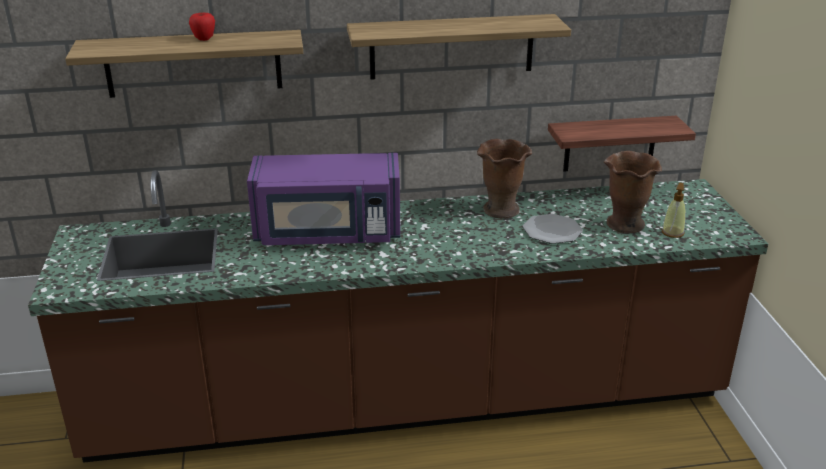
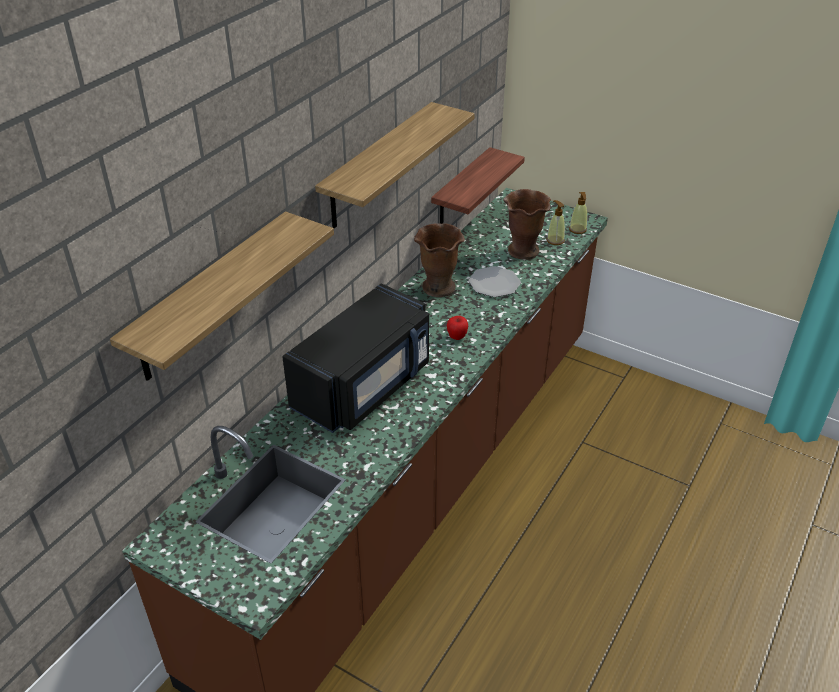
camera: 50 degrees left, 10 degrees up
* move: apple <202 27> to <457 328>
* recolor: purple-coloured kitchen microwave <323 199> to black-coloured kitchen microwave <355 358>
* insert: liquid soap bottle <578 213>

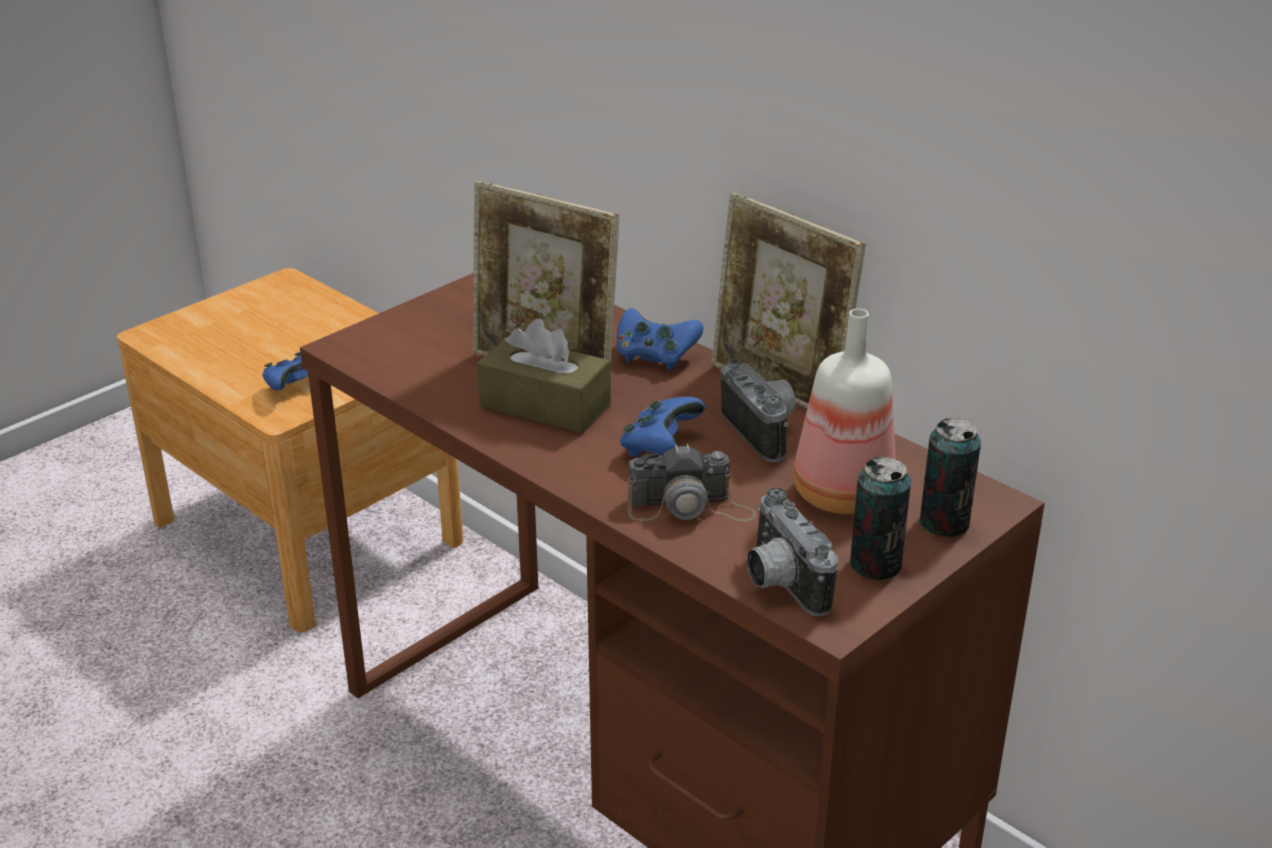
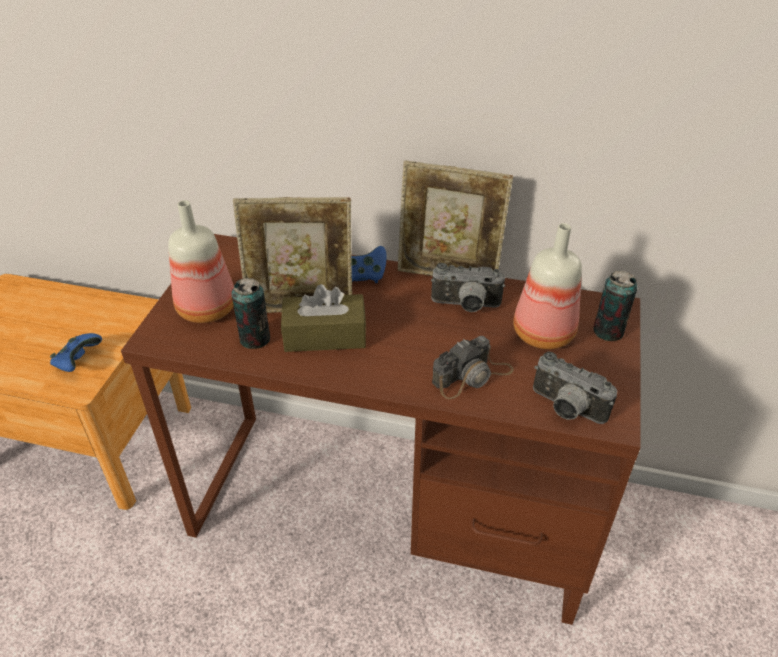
camera: 30 degrees left, 10 degrees up
* rotate: photo camera <758 410> = <468 287> 150 degrees clockwise
* delete: blue-coloured joypad <662 427>
* move: sealed can <880 518> to <250 313>
* insert: drink bottle <201 261>

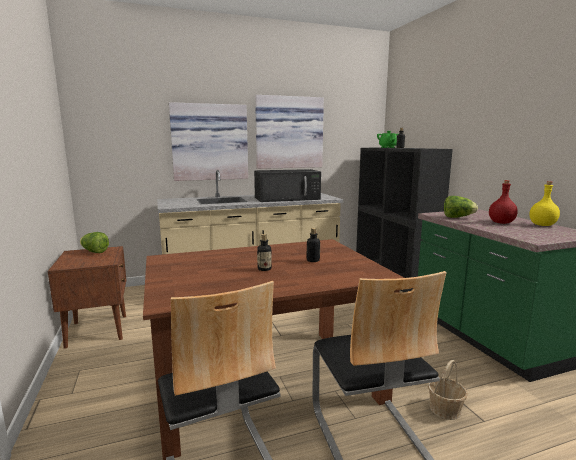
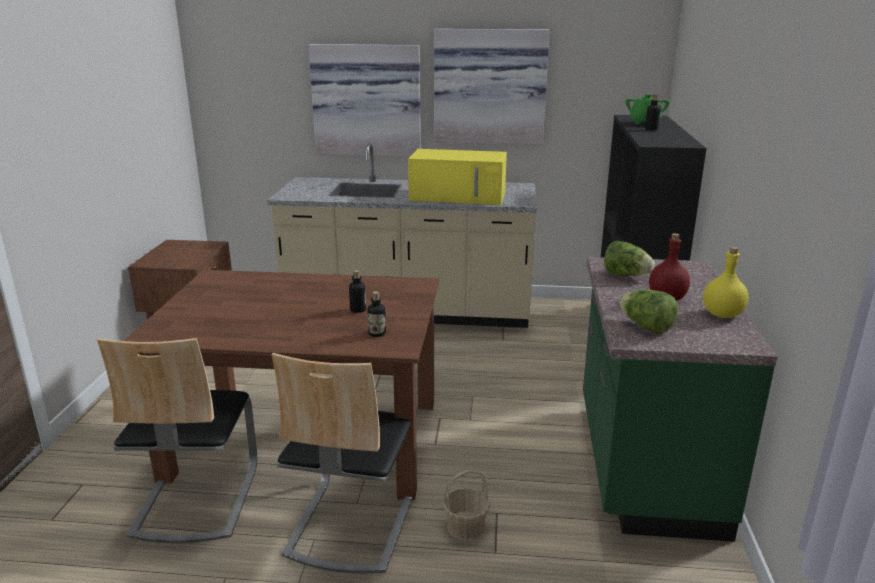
camera: 25 degrees right, 10 degrees up
* recolor: black-coloured kitchen microwave <287 185> to yellow-coloured kitchen microwave <457 177>
* move: head of lettuce <94 242> to <648 311>
* move: drink bottle <264 252> to <376 314>

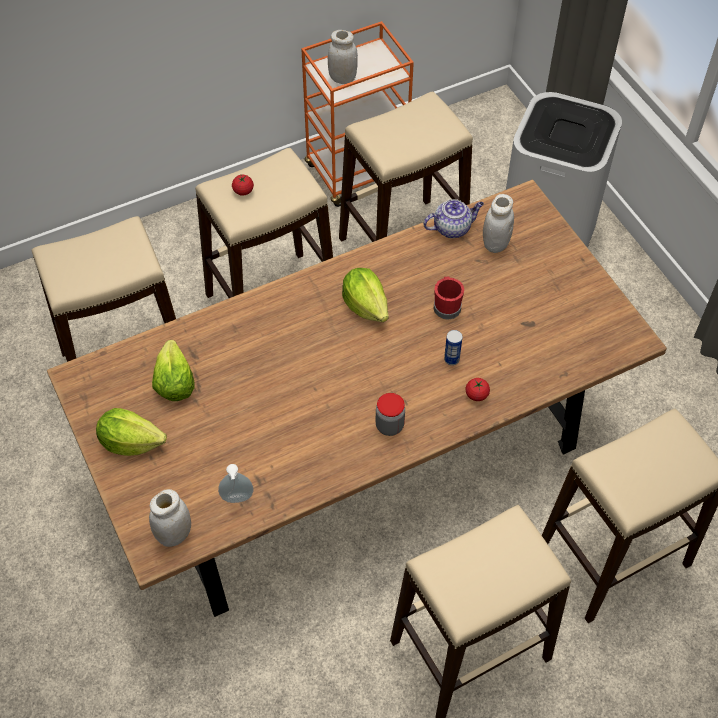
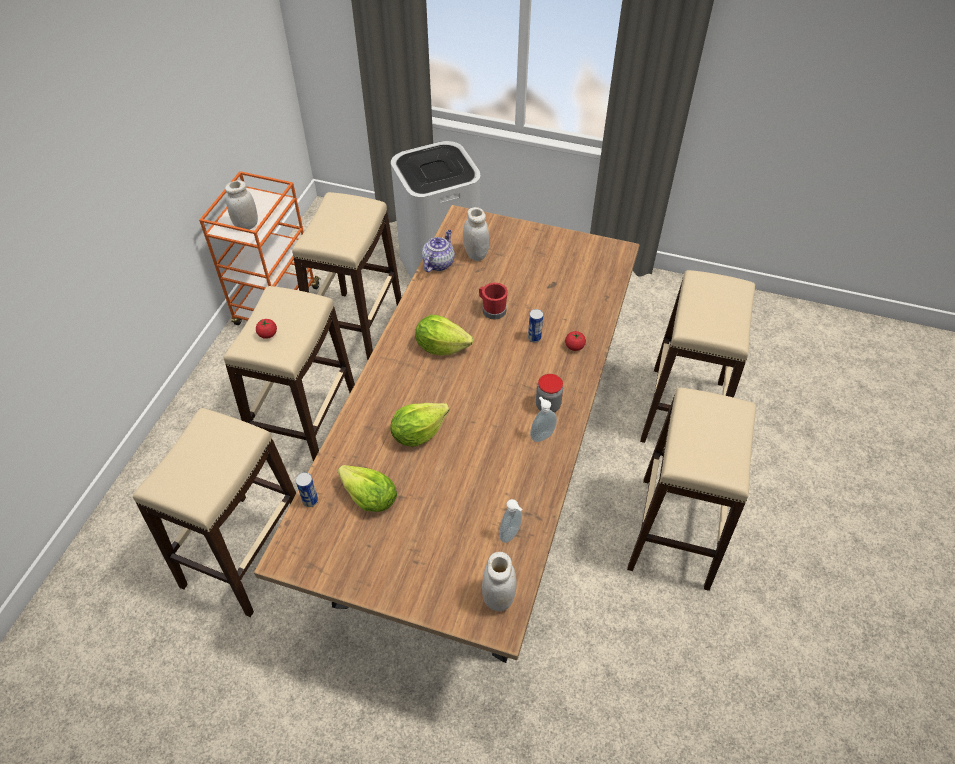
camera: 45 degrees left, 5 degrees down
* move: head of lettuce <131 432> to <419 425>
* insert: liquid soap bottle <543 419>
* insert: sealed can <307 489>

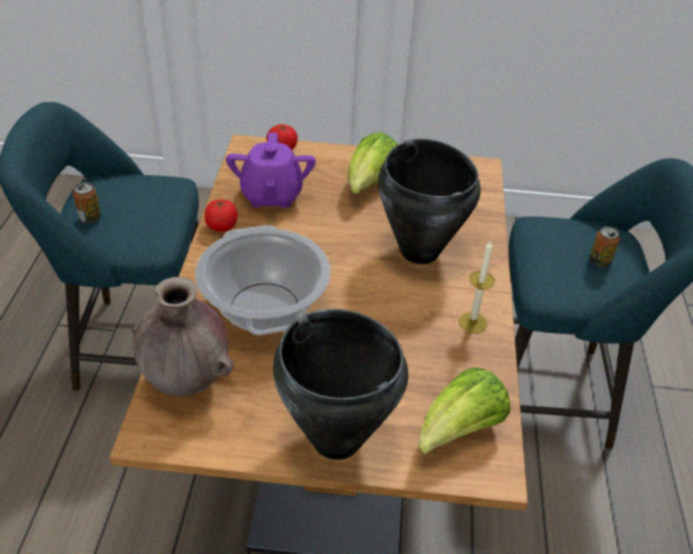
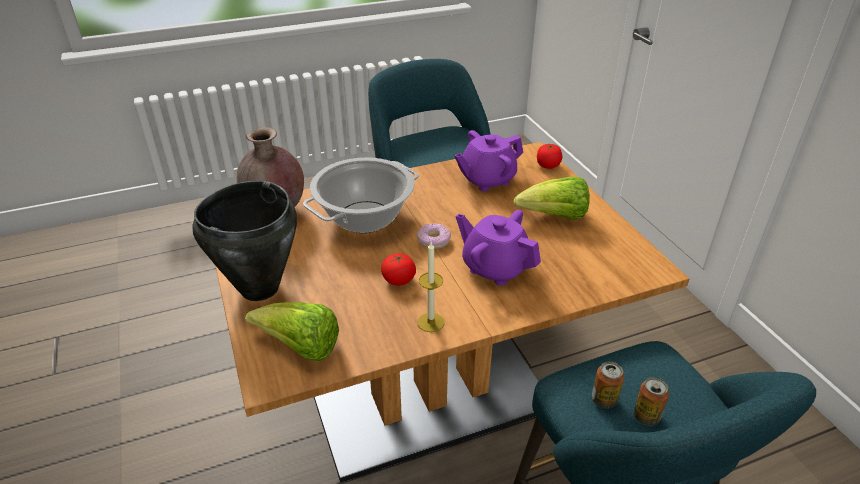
camera: 65 degrees right, 5 degrees down
* replace: black-coloured stockpot <429 201> to purple-coloured pot for tea <498 248>
* move: sealed can <87 202> to <608 385>
* move: tomato <221 215> to <398 269>
* insert: ring doughnut <434 236>

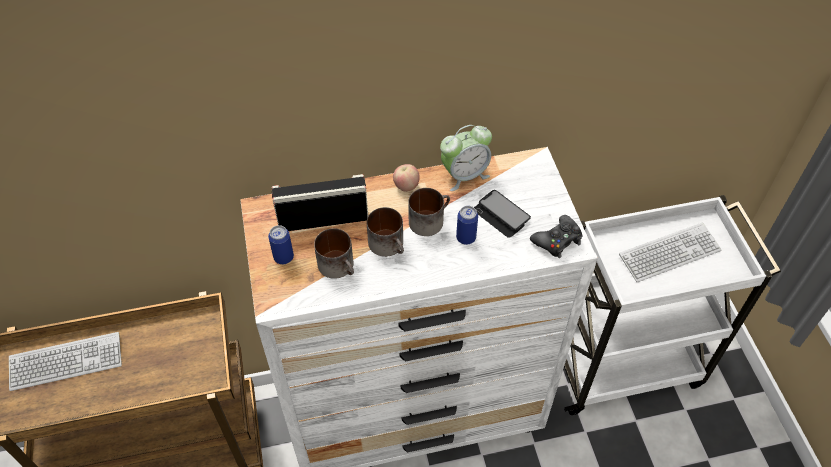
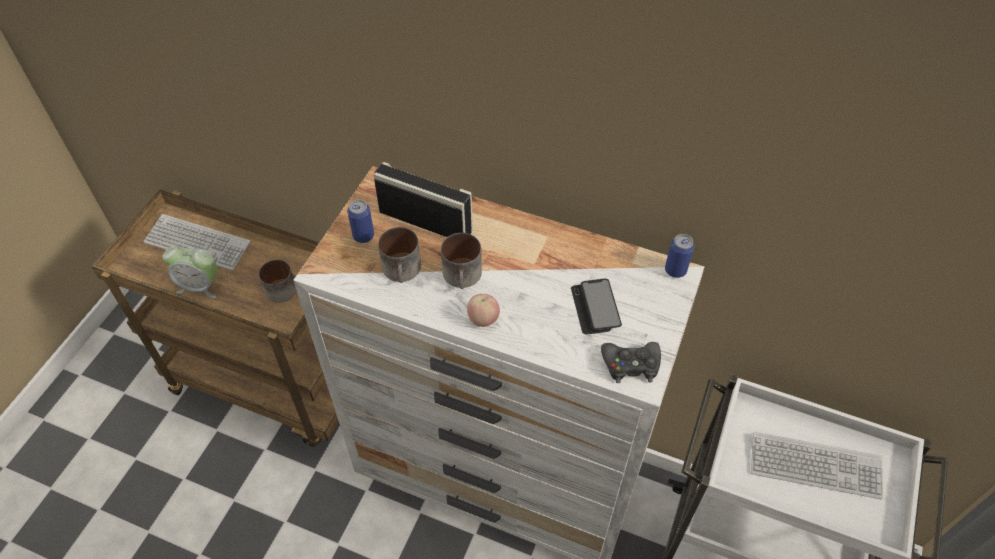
camera: 35 degrees right, 0 degrees up
* move: table clock <466 158> to <190 271>
* move: apple <406 178> to <483 310>
* move: tea mug <429 212> to <278 281>
* move: sealed can <467 225> to <679 256>

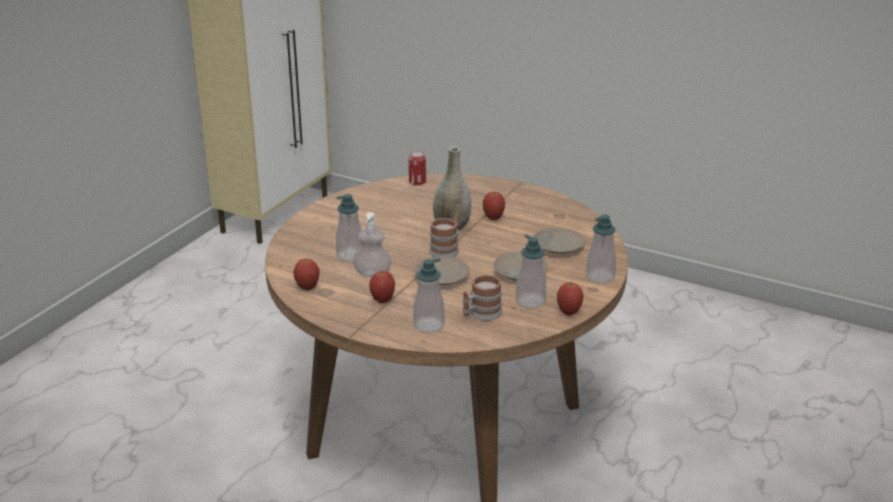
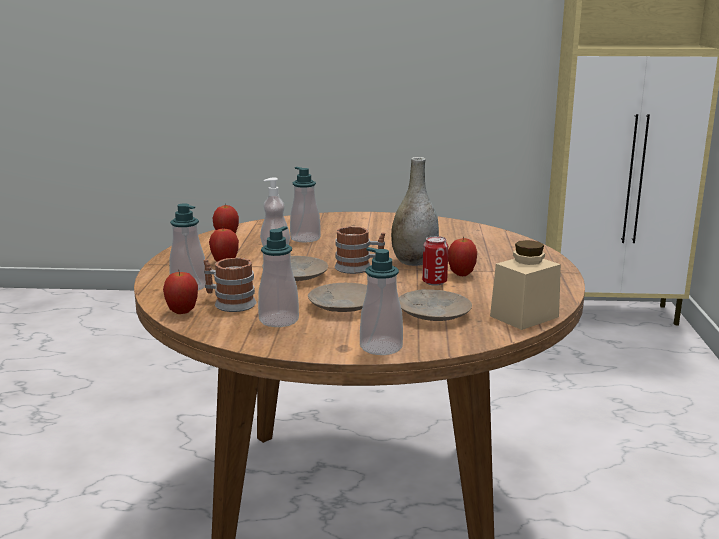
camera: 65 degrees right, 10 degrees down
* move: sealed can <417 168> to <435 261>
* move: apple <570 298> to <180 293>
* insert: sand-coloured jar <525 285>

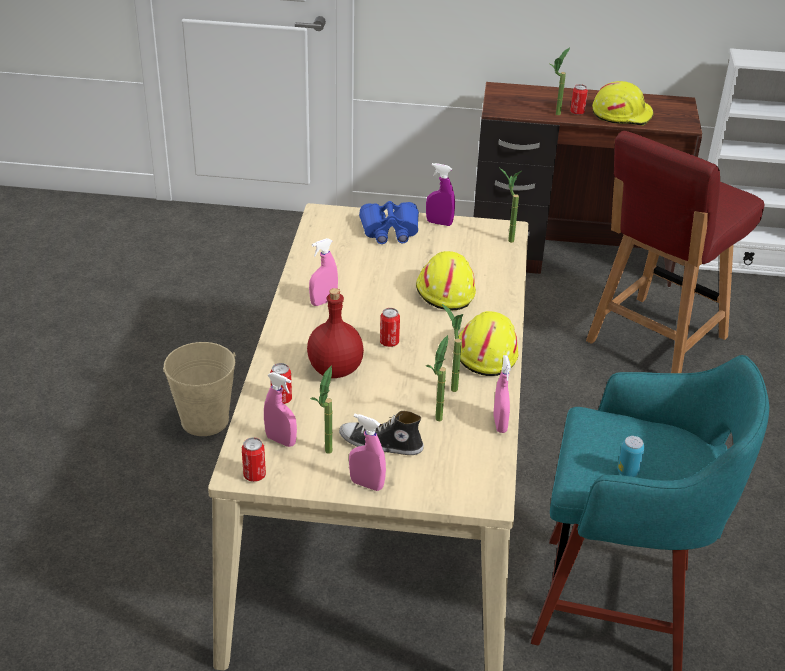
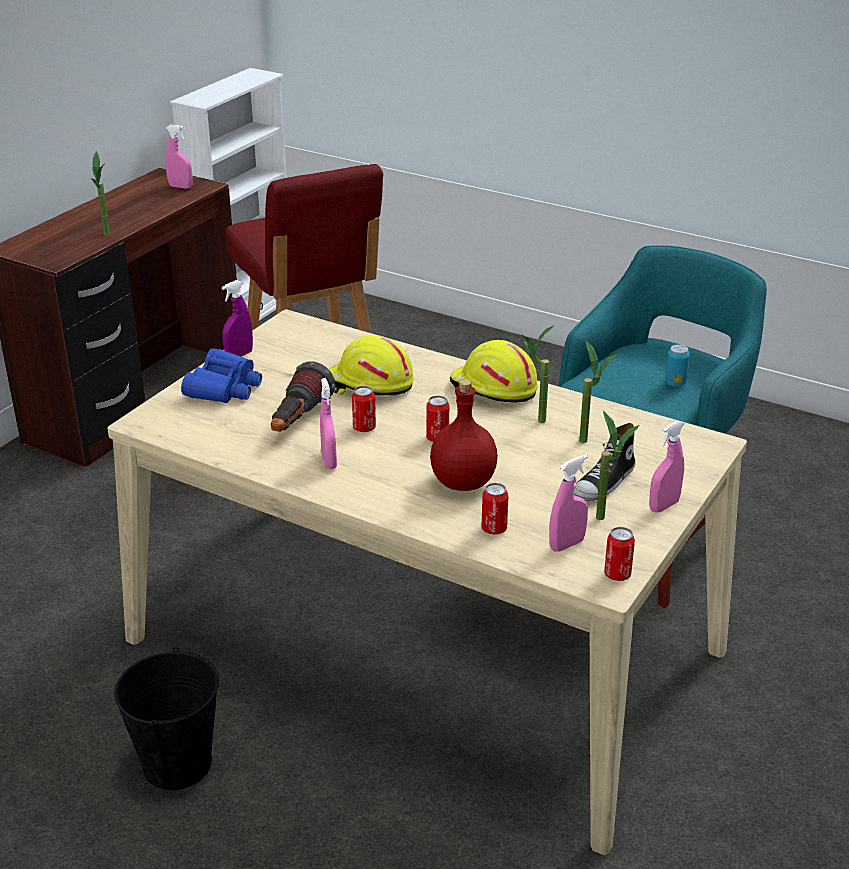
camera: 65 degrees left, 5 degrees down
* delete: yellow-coloured work helmet <623 103>
* move: sealed can <579 99> to <364 409>
* delete: houseplant <511 205>
* recolor: sand-coloured bucket <199 389> to black-coloured bucket <166 718>
* move: pink spray bottle <502 394> to <178 156>
* insert: torch <303 396>

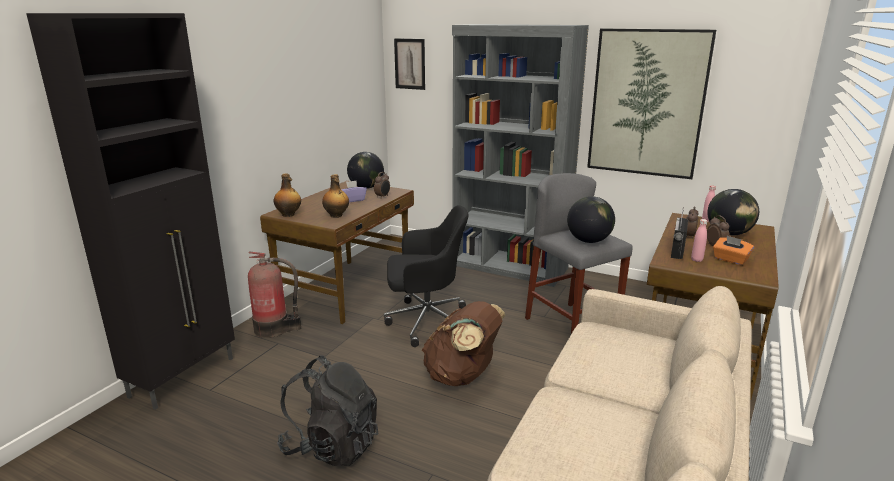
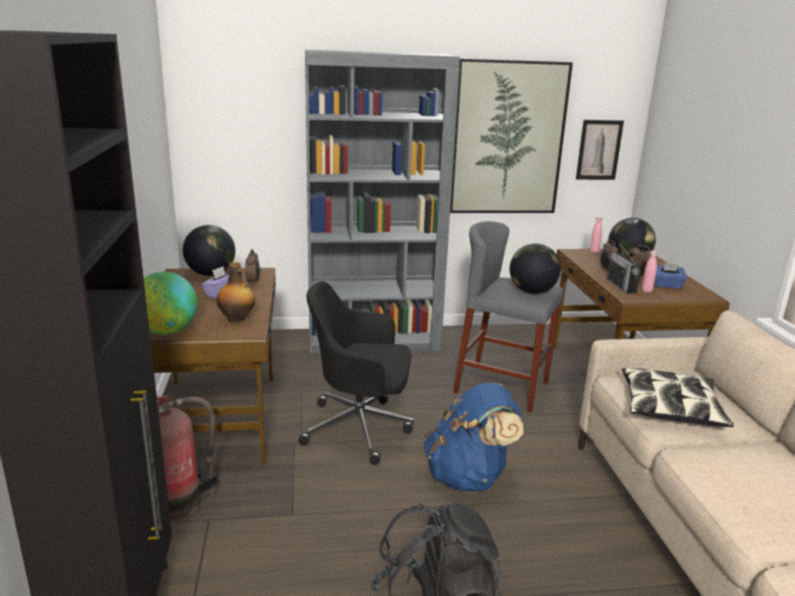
camera: 35 degrees left, 0 degrees up
* move: wall art <409 64> to <600 150>
* replace: drink bottle <287 195> to world globe <170 303>
* rotate: black-coloured desk chair <426 276> = <356 373> 135 degrees counterclockwise
* recolor: orangey box of tissues <733 250> to blue-coloured box of tissues <670 276>
* recolor: brown-coloured knapsack <464 343> to blue-coloured knapsack <473 437>
* insert: cushion <678 397>

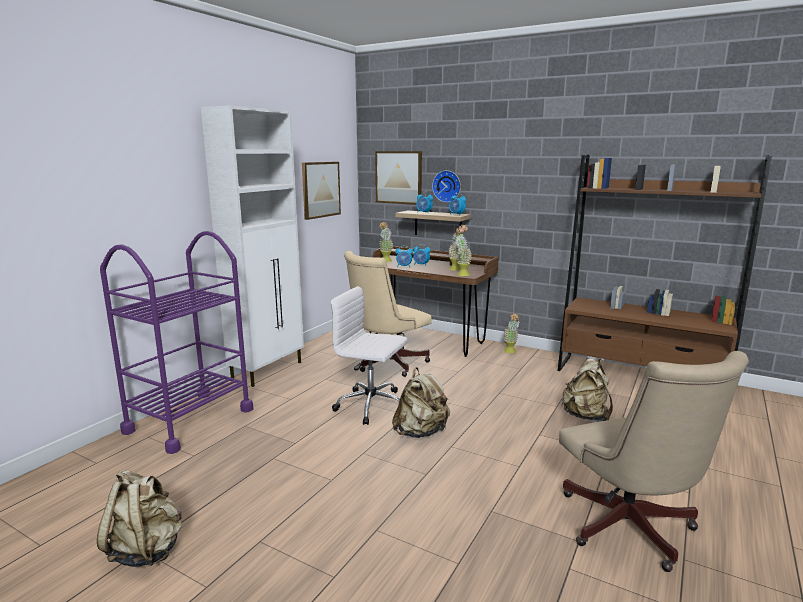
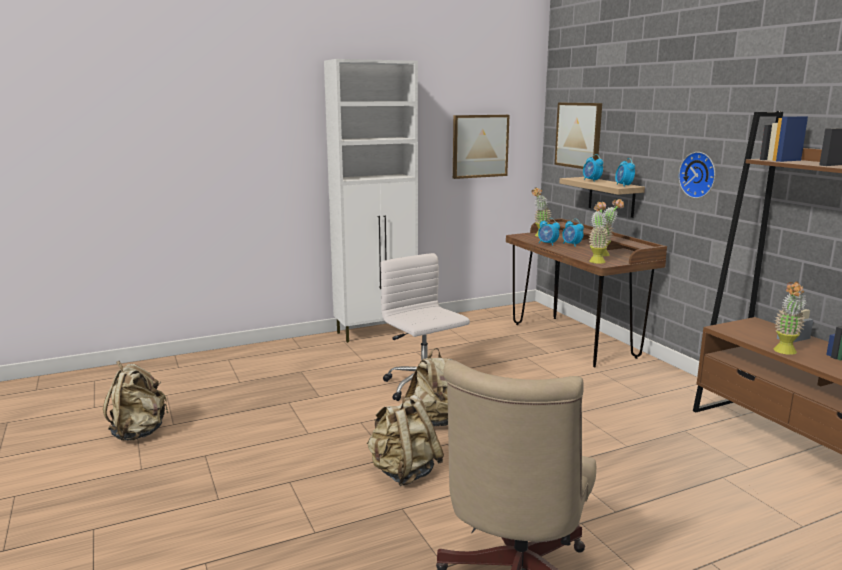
camera: 35 degrees right, 0 degrees up
* move: clock on the wall <446 186> to <697 175>
* delete: purple-coloured trolley <176 342>
* delete: sand-coloured desk chair <388 314>
* move: houseplant <511 333> to <789 318>
* move: sand-coloured knapsack <587 390> to <405 440>

